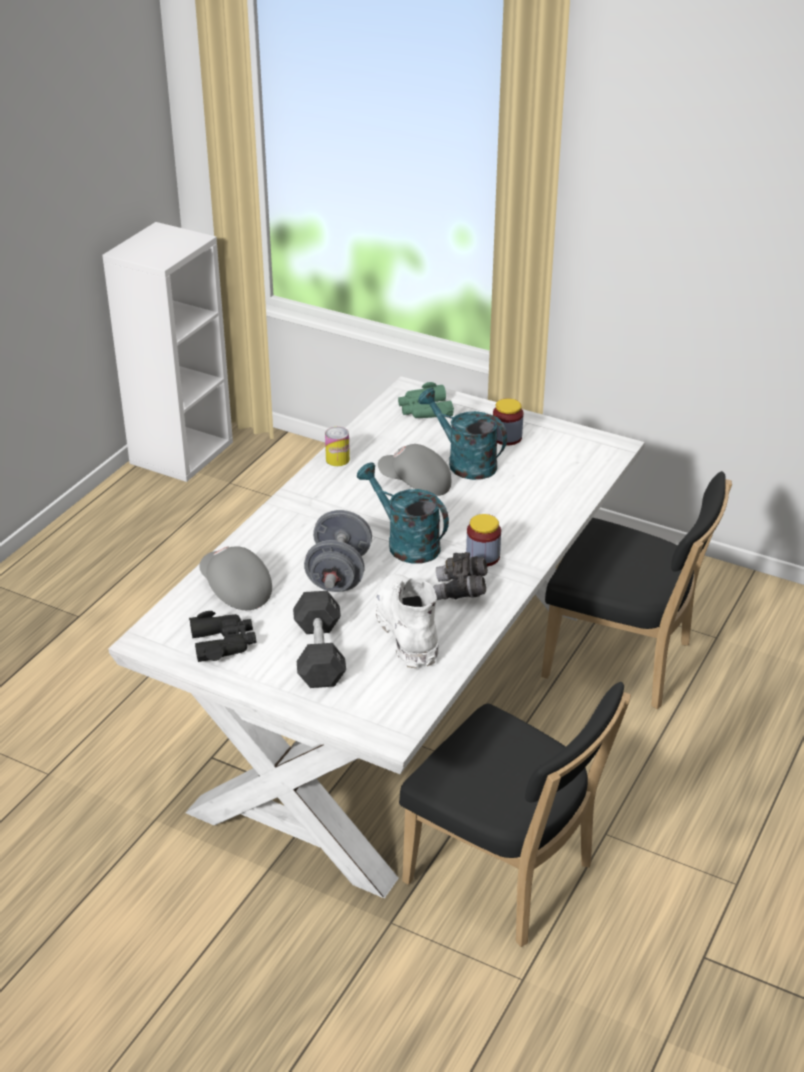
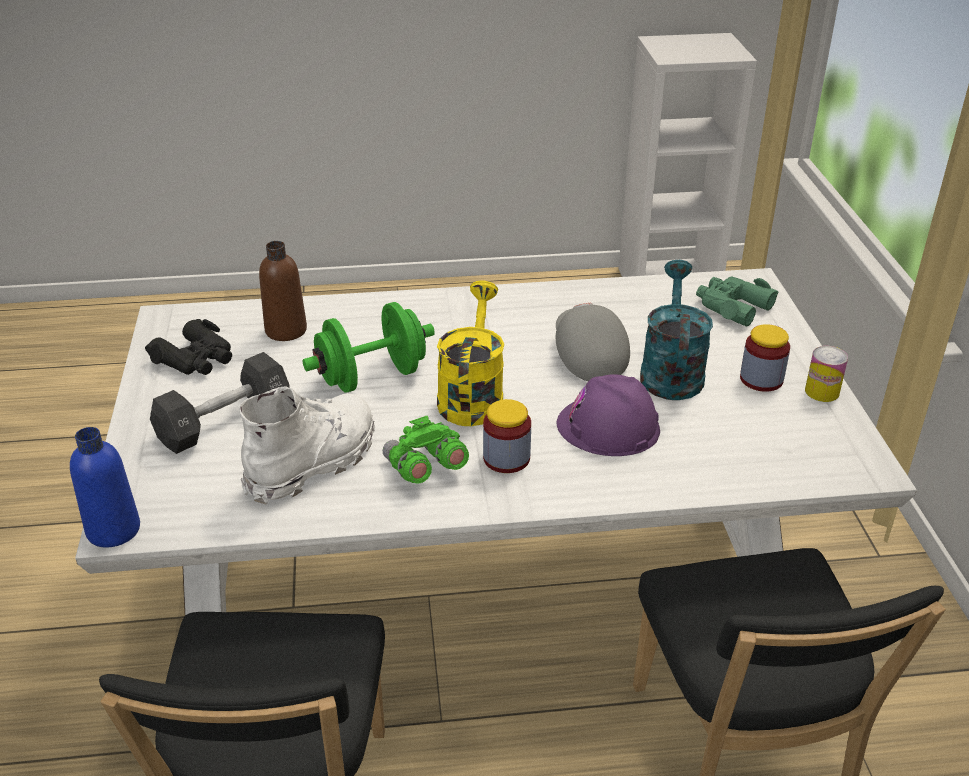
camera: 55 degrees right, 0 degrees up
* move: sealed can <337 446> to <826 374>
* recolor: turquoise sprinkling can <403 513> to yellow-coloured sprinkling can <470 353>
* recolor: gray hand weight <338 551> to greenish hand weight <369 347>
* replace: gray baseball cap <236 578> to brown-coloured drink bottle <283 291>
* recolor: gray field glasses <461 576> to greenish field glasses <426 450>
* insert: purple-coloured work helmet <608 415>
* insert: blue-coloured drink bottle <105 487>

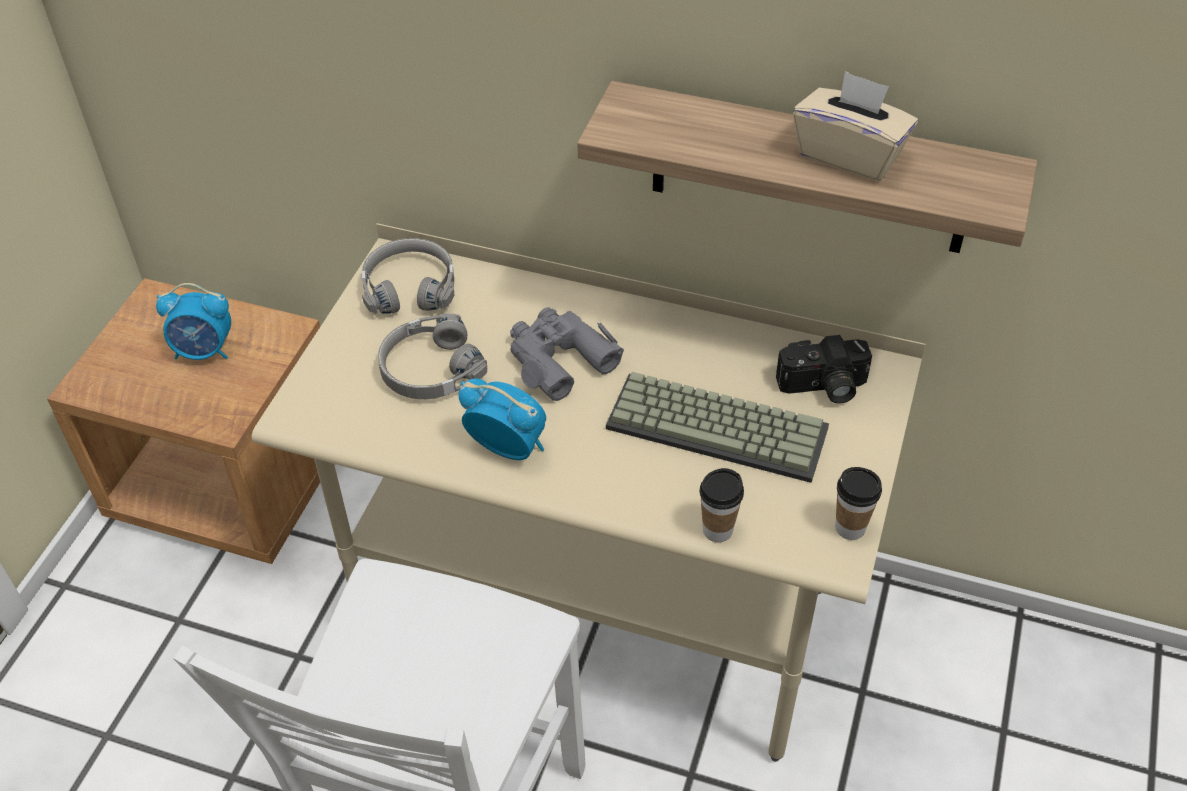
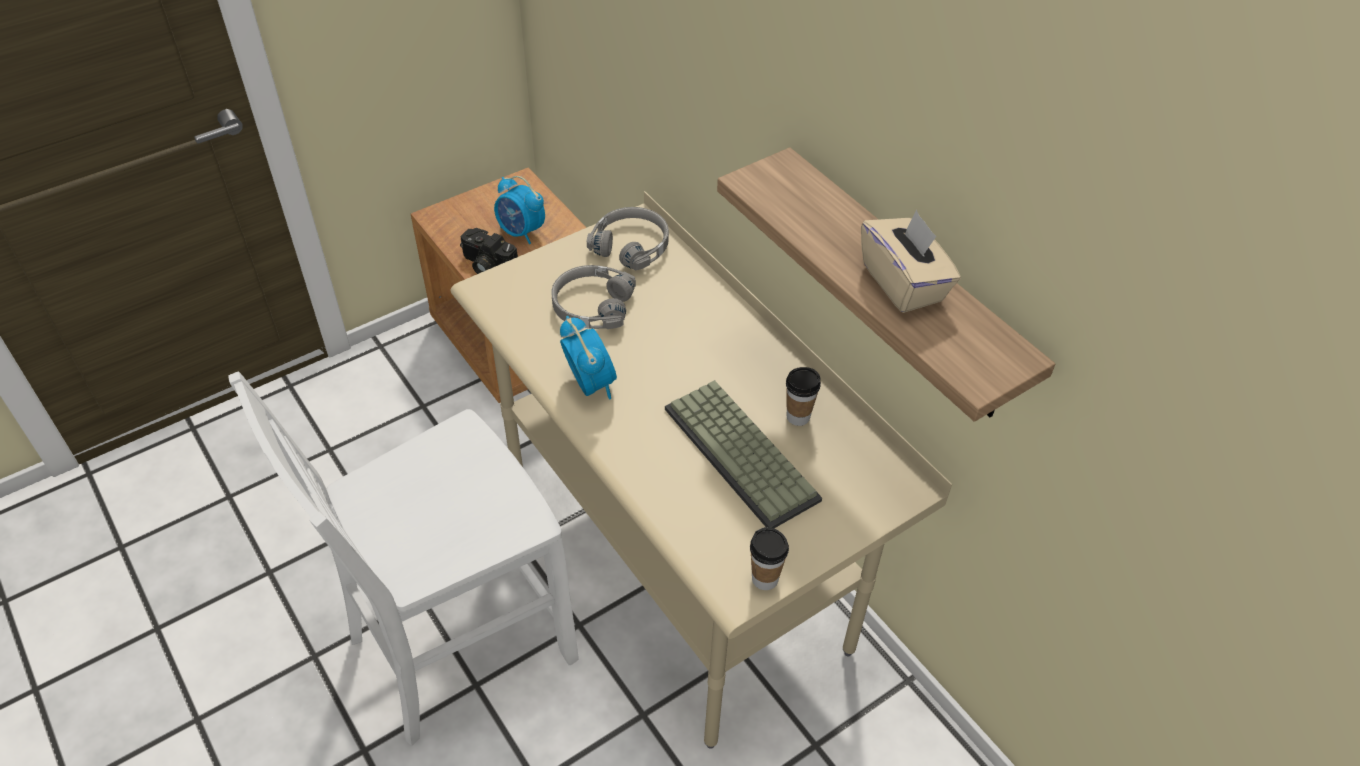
camera: 35 degrees right, 0 degrees up
* delete: gray field glasses <567 354>
* move: photo camera <824 369> to <489 251>
* move: drinking cup <722 505> to <803 396>

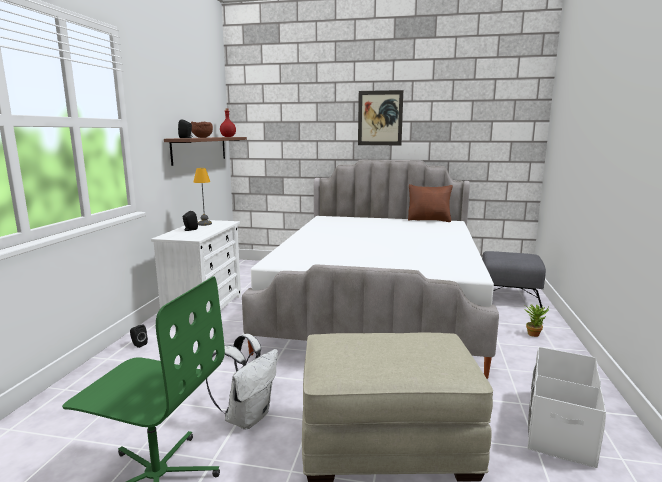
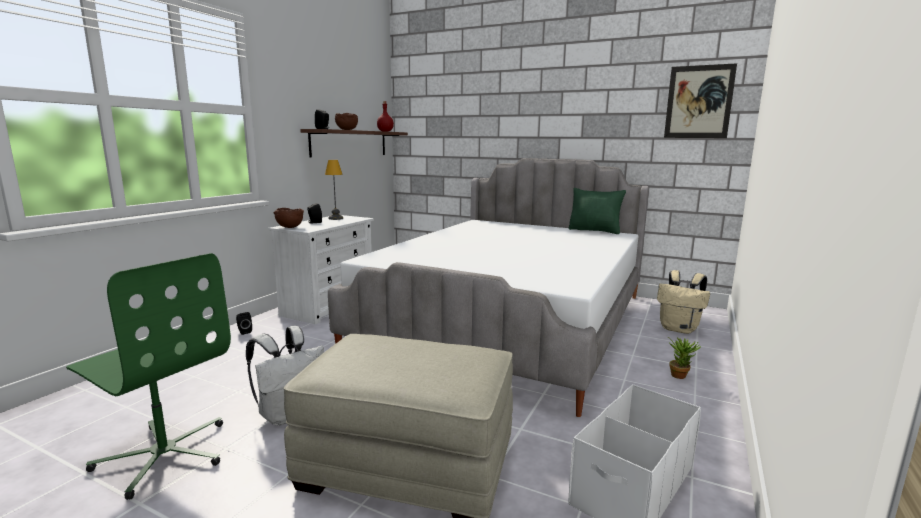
camera: 15 degrees right, 0 degrees up
* move: wall art <380 117> to <700 100>
* recolor: brown-coloured cushion <430 203> to greenish cushion <597 211>
* replace: gray footrest <514 279> to sand-coloured knapsack <683 302>
* insert: brown-coloured serving bowl <289 218>

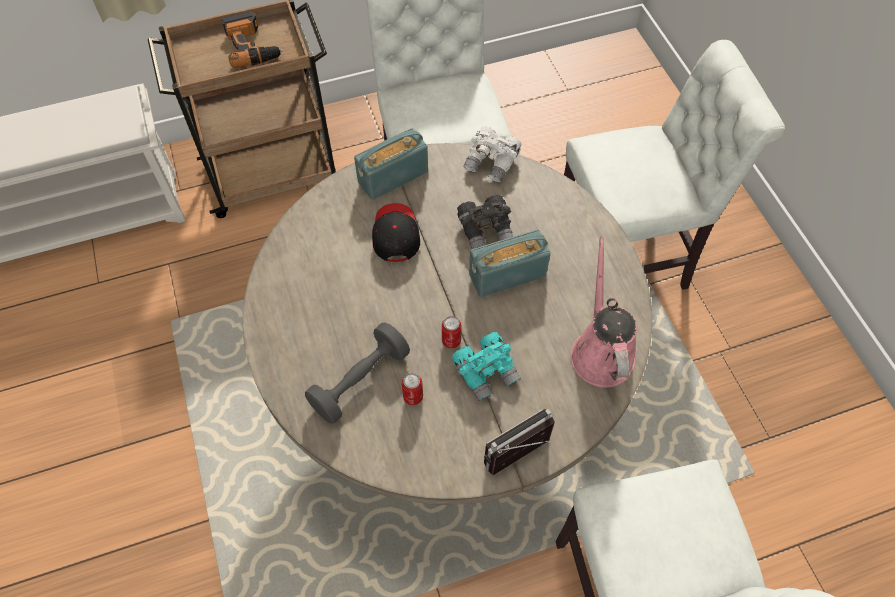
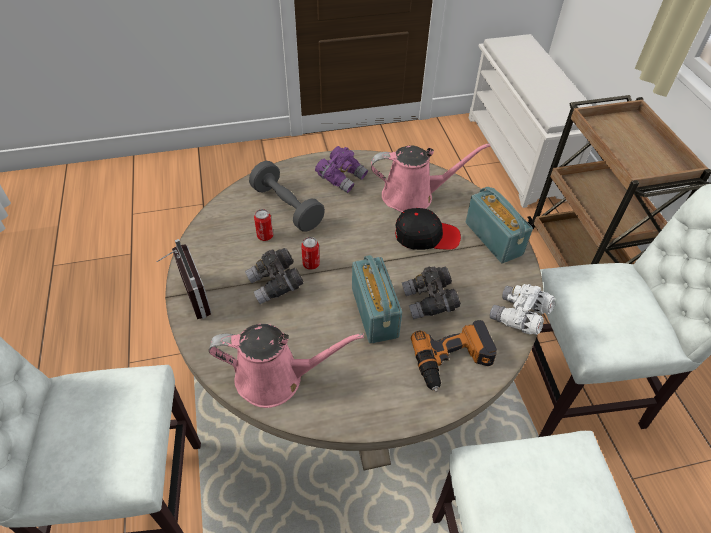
camera: 95 degrees right, 10 degrees down
* move: drill <252 39> to <454 356>
* recolor: turquoise field glasses <486 366> to gray field glasses <274 276>
* insert: pink sprinkling can <430 177>
* insert: purple-coloured field glasses <341 169>

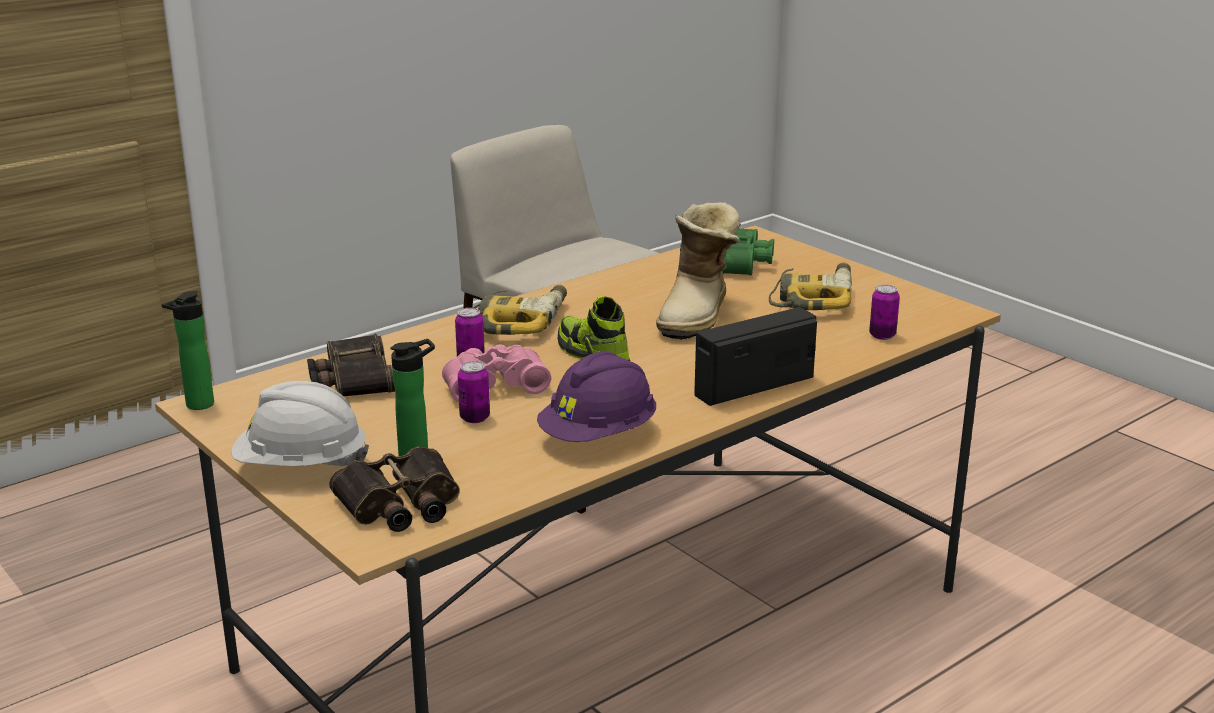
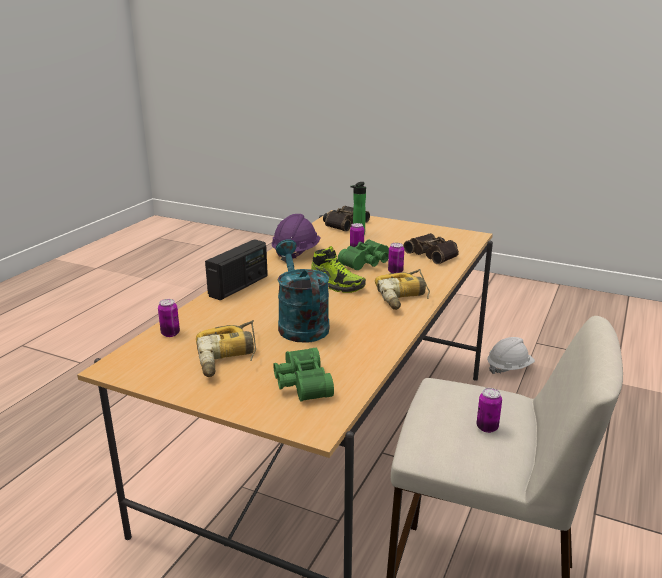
camera: 155 degrees right, 0 degrees up
* replace: high-top boot <698 271> to turquoise sprinkling can <302 291>
* delete: drink bottle <188 350>
* recolor: pink field glasses <496 373> to greenish field glasses <363 255>
* move: whitish work helmet <300 424> to <511 355>
* insert: sealed can <489 410>

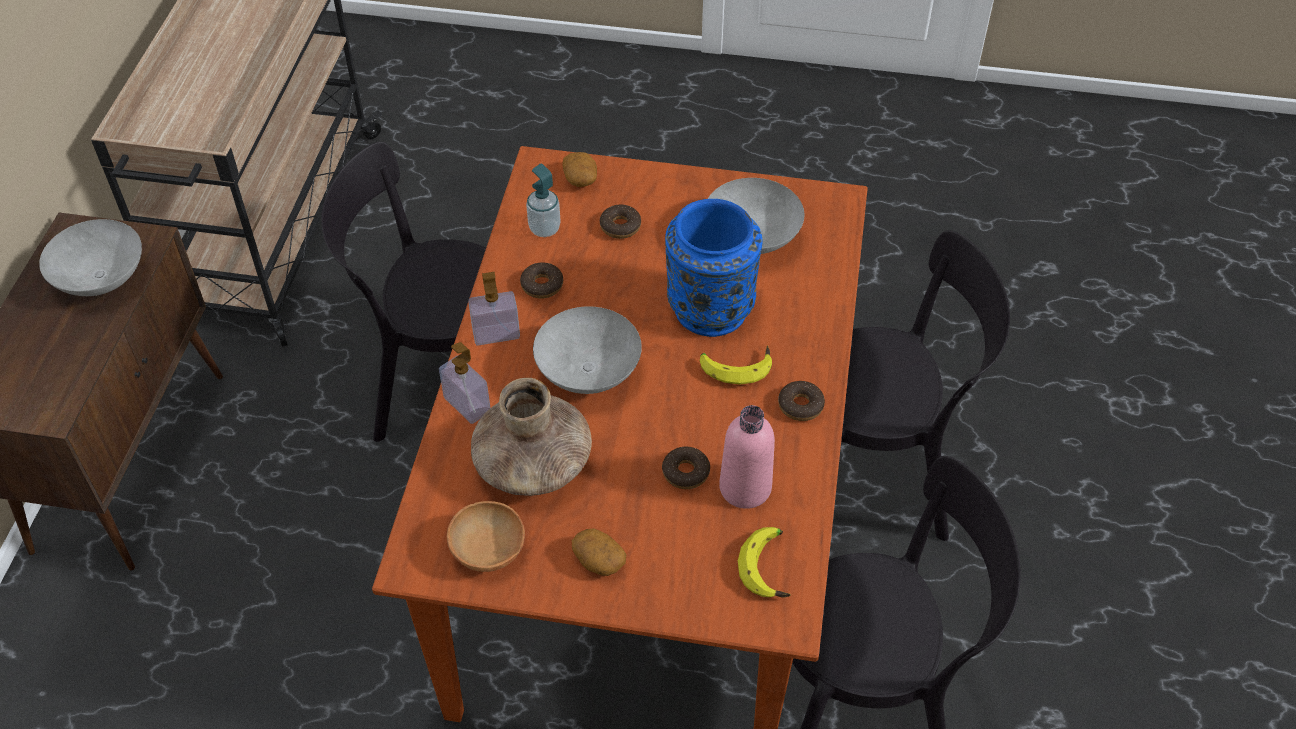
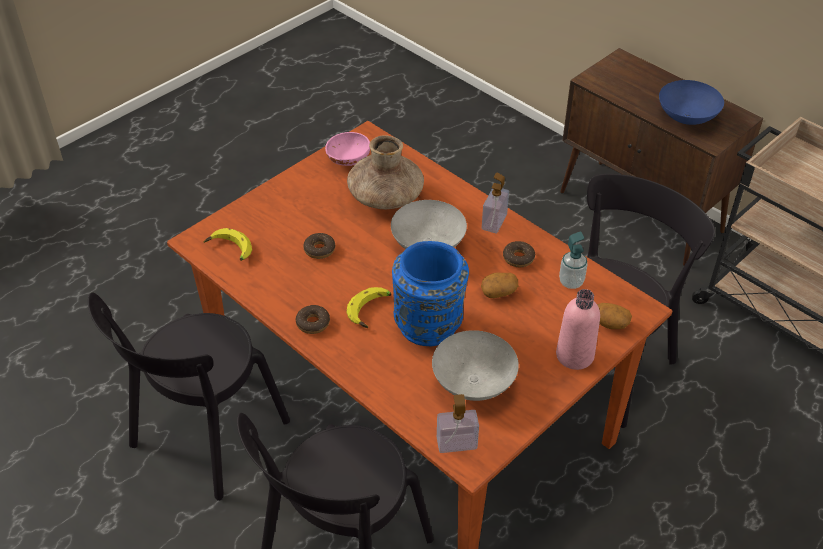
camera: 125 degrees right, 5 degrees down
* delete: ring doughnut <620 222>
* recolor: gray serving bowl <90 257> to blue-coloured serving bowl <691 102>
* move: liquid soap bottle <464 383> to <458 423>
* move: pink drink bottle <747 457> to <578 329>
* recolor: brown-coloured serving bowl <486 536> to pink serving bowl <347 149>
* move: spud <599 552> to <499 285>

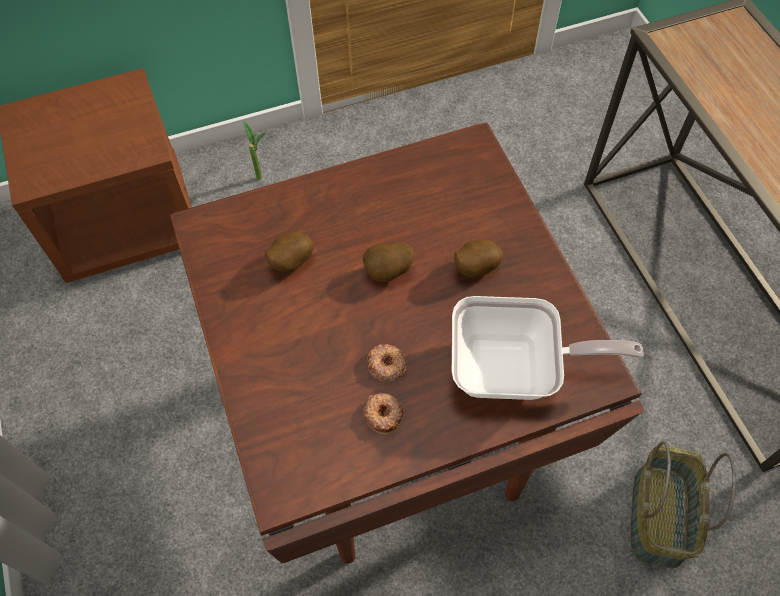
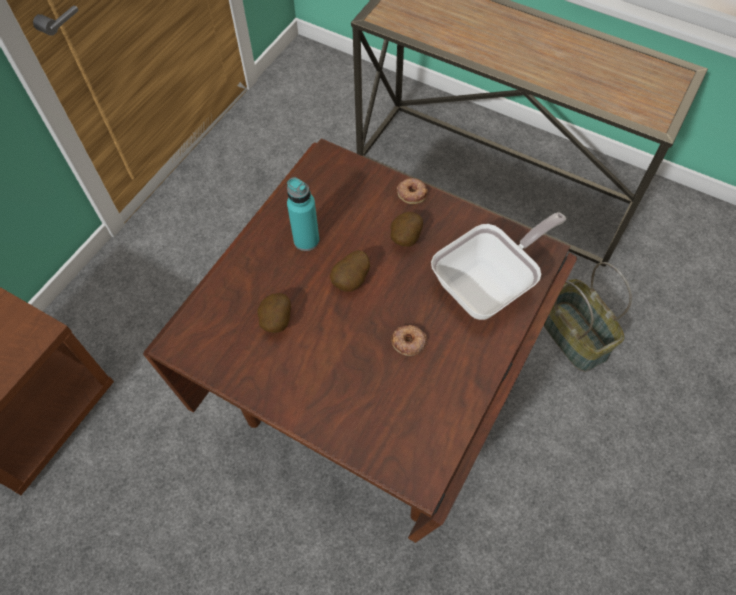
camera: 40 degrees left, 0 degrees up
* delete: houseplant <255 151>
* move: ring doughnut <383 414> to <412 191>
* insert: turquoise drink bottle <303 214>

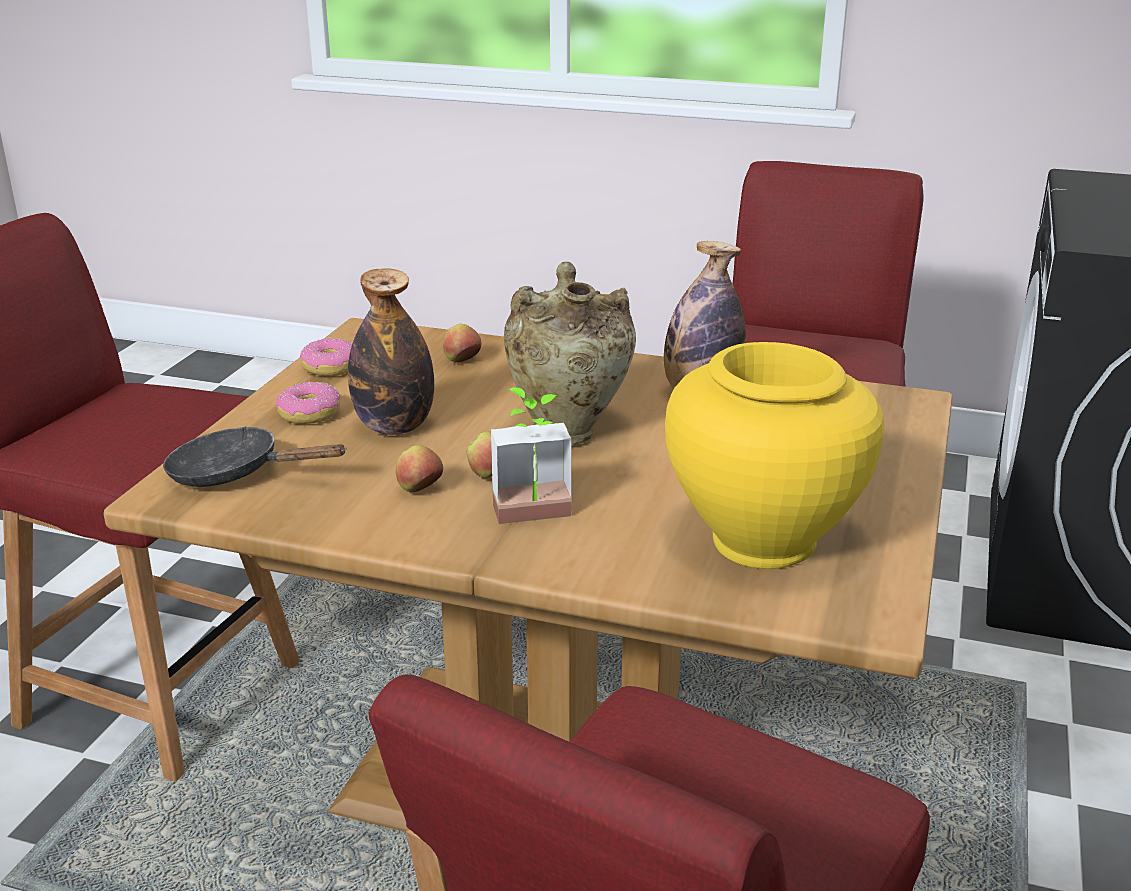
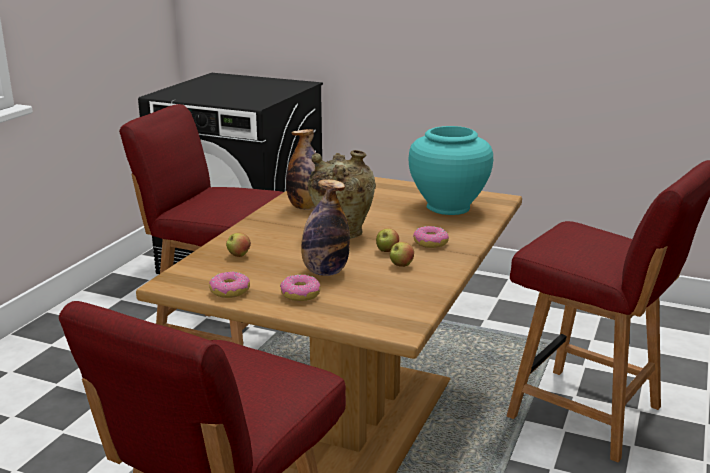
camera: 85 degrees left, 5 degrees down
* recolor: yellow-coloured flower vase <775 455> to turquoise flower vase <451 170>
* replace: houseplant <531 456> to ring doughnut <431 237>
* delete: black-coloured frying pan <255 456>

